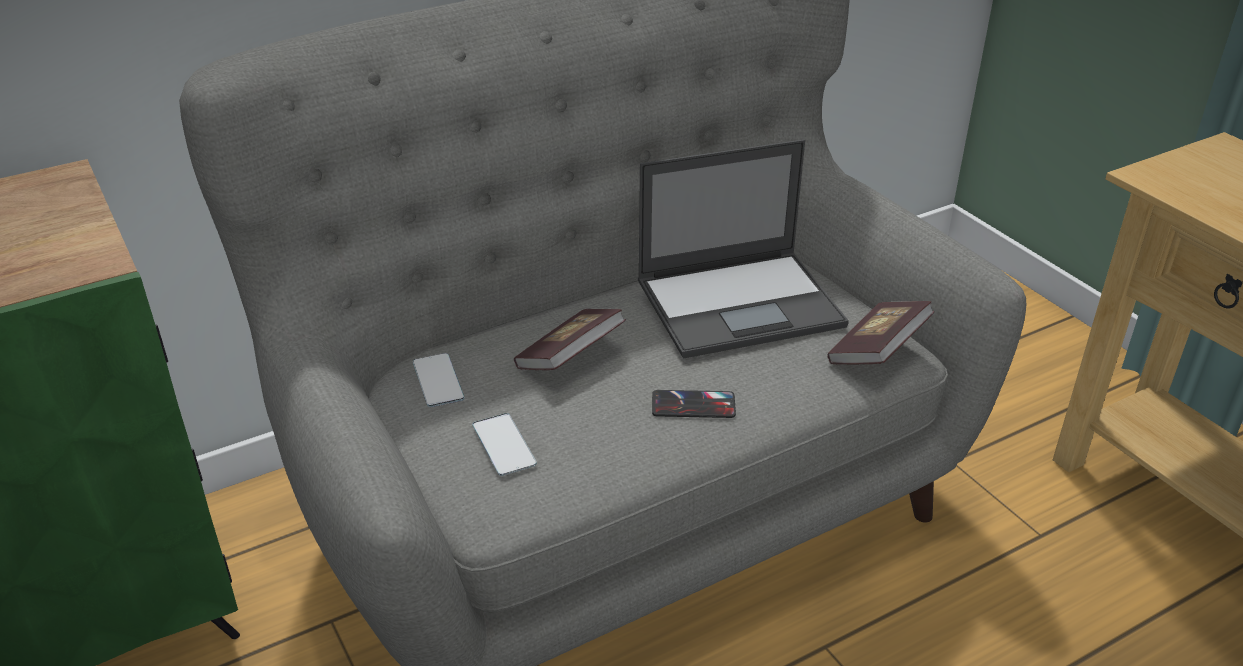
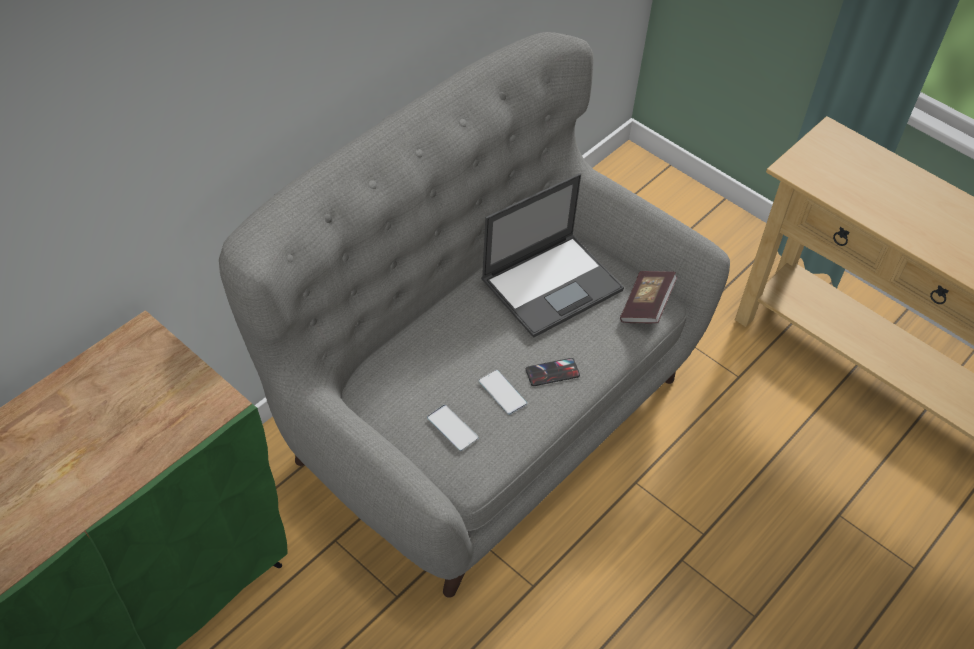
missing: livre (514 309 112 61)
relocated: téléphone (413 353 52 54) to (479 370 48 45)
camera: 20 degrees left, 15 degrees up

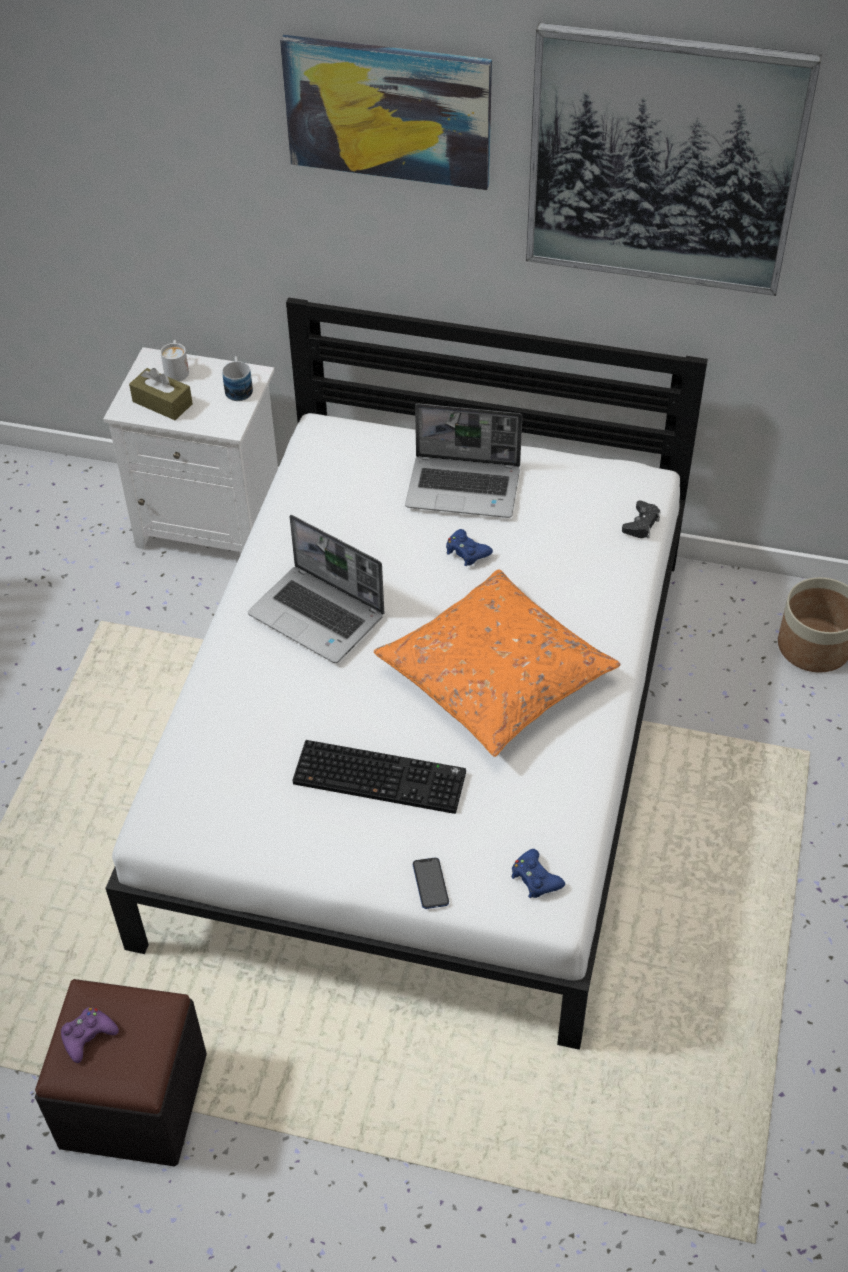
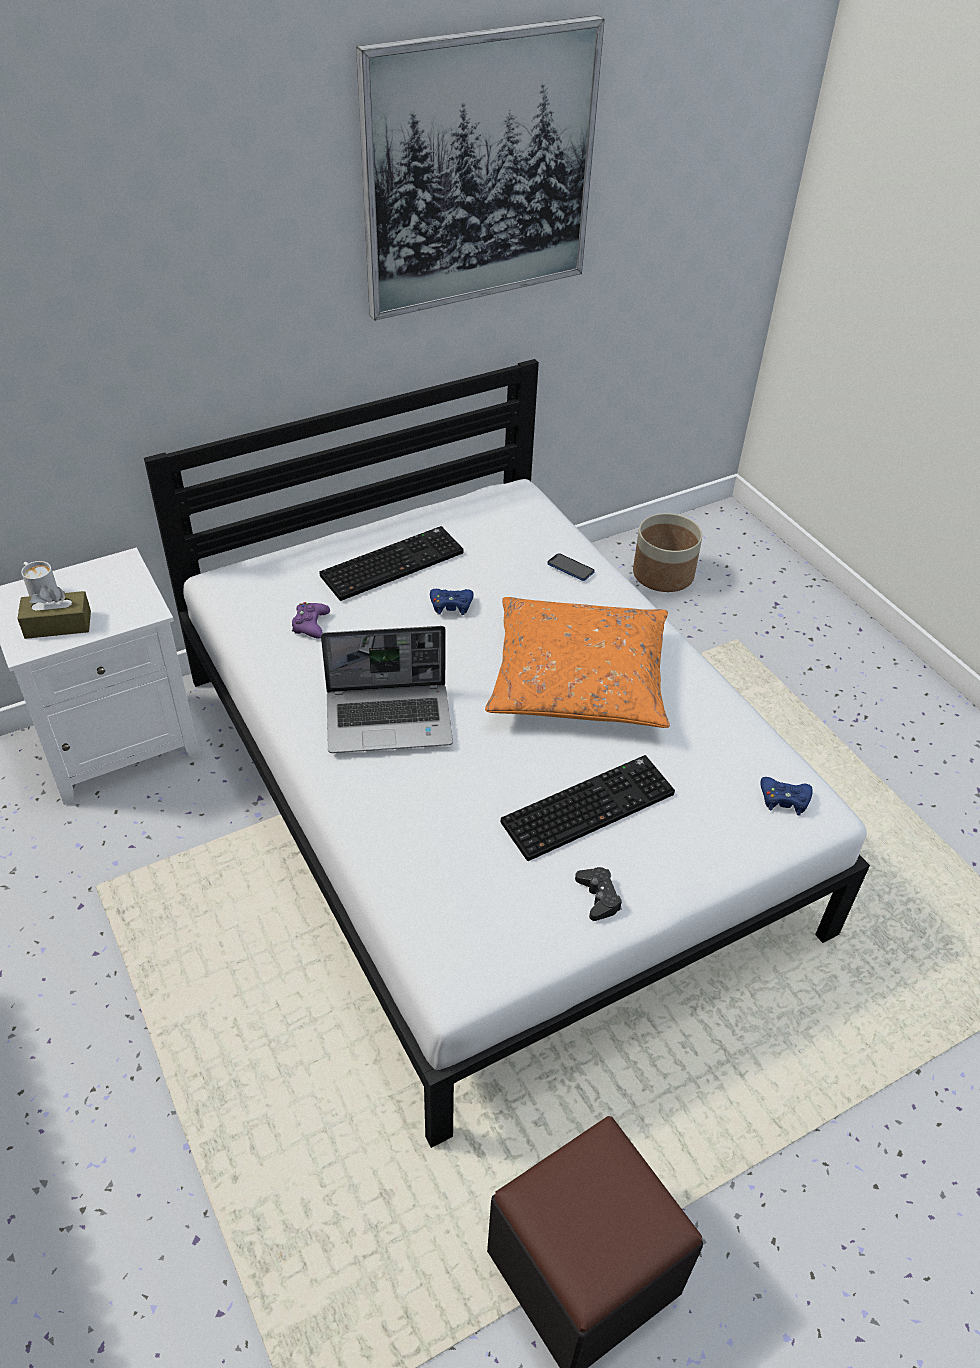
missing: mug (222 356 31 45); tableau (280 35 212 155)
relocated: manette [violet] (61 1007 58 56) to (292 602 38 37); téléphone (413 858 36 51) to (547 553 48 28); manette [noir] (622 501 38 38) to (575 867 47 54)
exchanged: ordinateur portable (405 404 117 114) to clavier (320 526 144 75)
camera: 45 degrees left, 5 degrees down

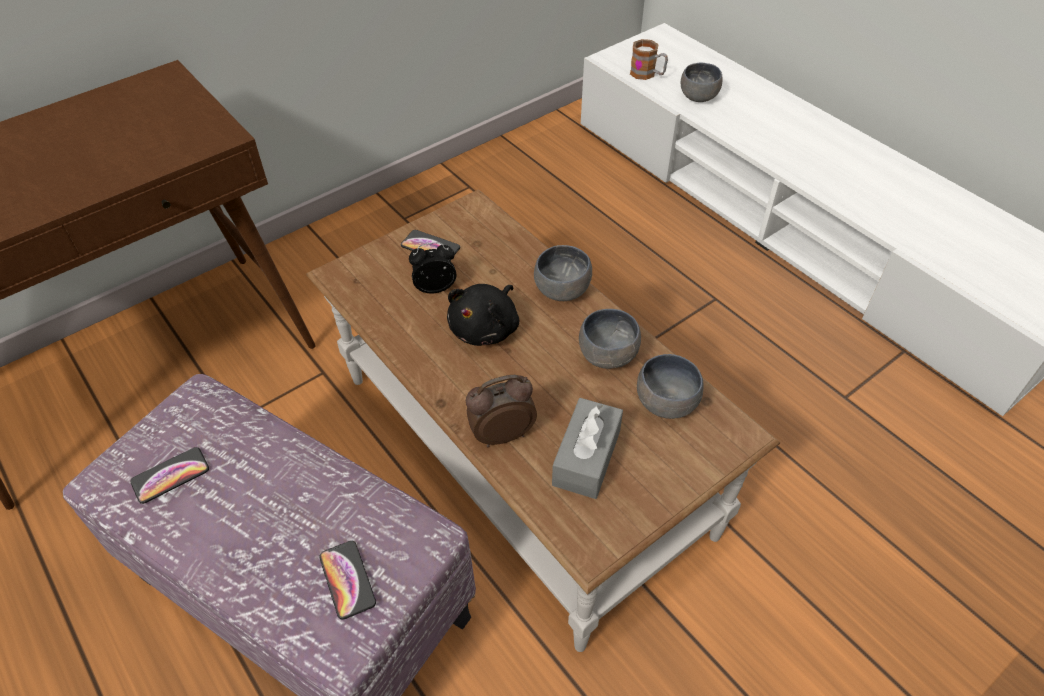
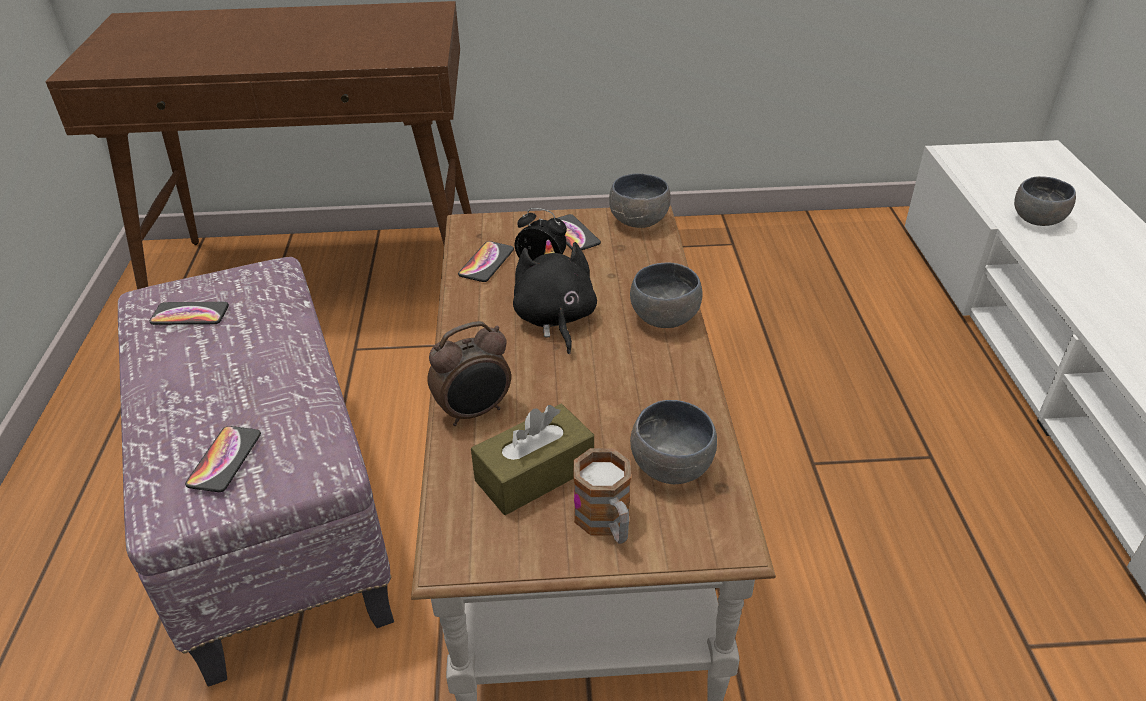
appeared: téléphone (458 241 56 41)
relocated: bol [gris] (579 309 62 60) to (609 173 62 55); mug (630 39 38 41) to (573 448 58 96)
colour: boîte à mouchoirs [gris] (552 398 71 101) to boîte à mouchoirs [marron] (471 404 123 111)
spun: peluche [noir] (447 284 72 62) = (513 239 84 115) 105 degrees clockwise; réveil (466 375 71 72) = (427 321 84 105) 135 degrees clockwise
camera: 35 degrees right, 10 degrees down

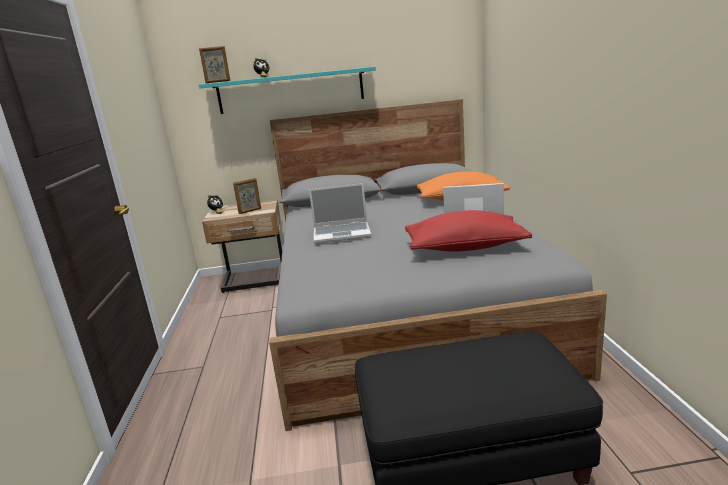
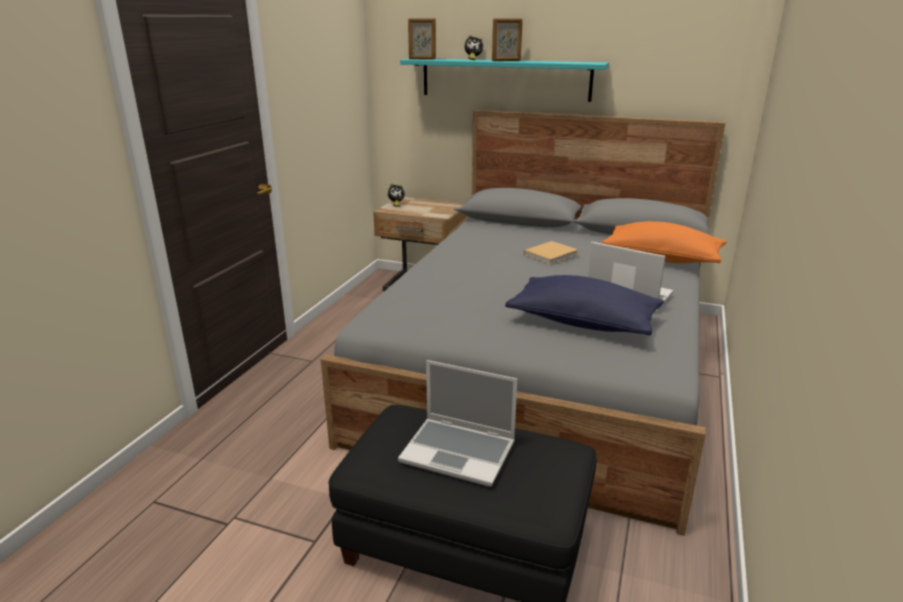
appeared: livre [beige] (524 241 54 23)
relocated: cadre photo (233 178 28 36) to (492 19 31 42); ordinateur portable (309 183 62 61) to (398 360 119 127)
colour: coussin [rouge] (405 210 127 42) to coussin [bleu] (505 275 159 60)
camera: 25 degrees right, 5 degrees up

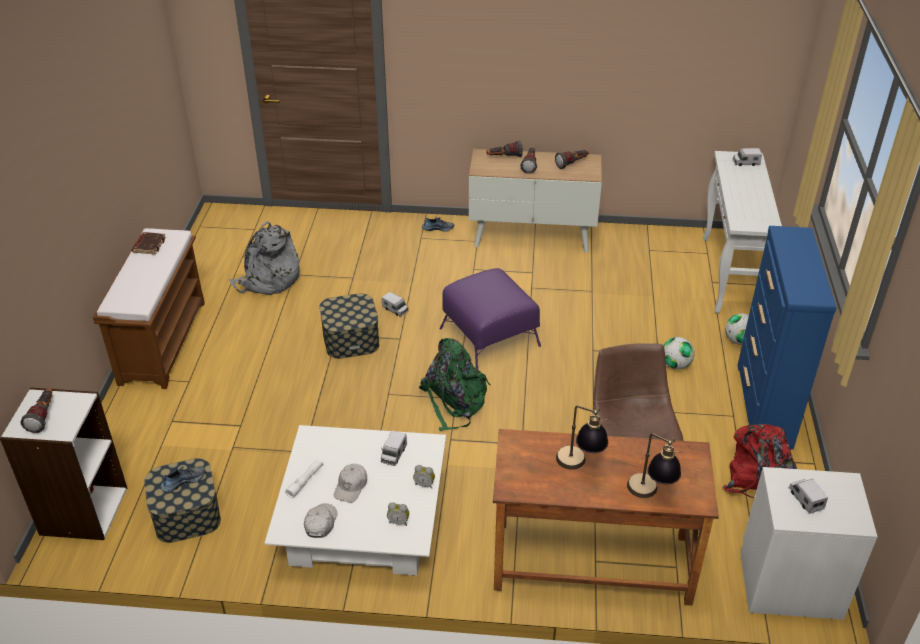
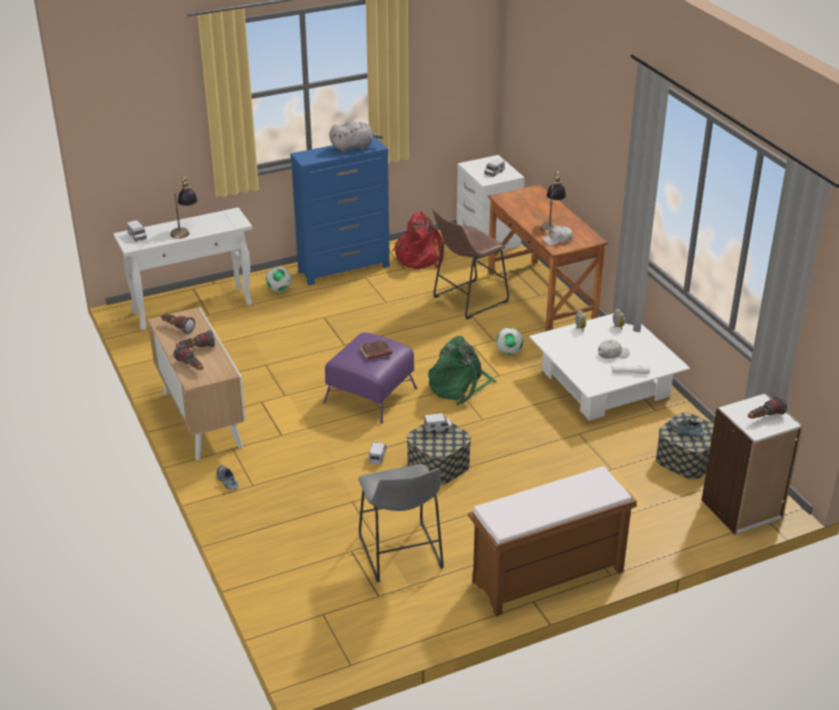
appeared: peluche [gris] (329 121 54 32)
relocated: livre [marron] (132 232 34 23) to (360 340 32 20); casquette [blanc] (304 503 34 35) to (542 226 30 20); camion jouet (381 430 26 36) to (424 413 28 20); lampe de table (627 433 55 65) to (170 177 28 62); ballon de foot (663 337 32 32) to (496 327 27 28)
exchanged: sac à dos [gris] (229 221 71 74) to tabouret [gris] (358 464 86 118)
camera: 120 degrees left, 5 degrees down

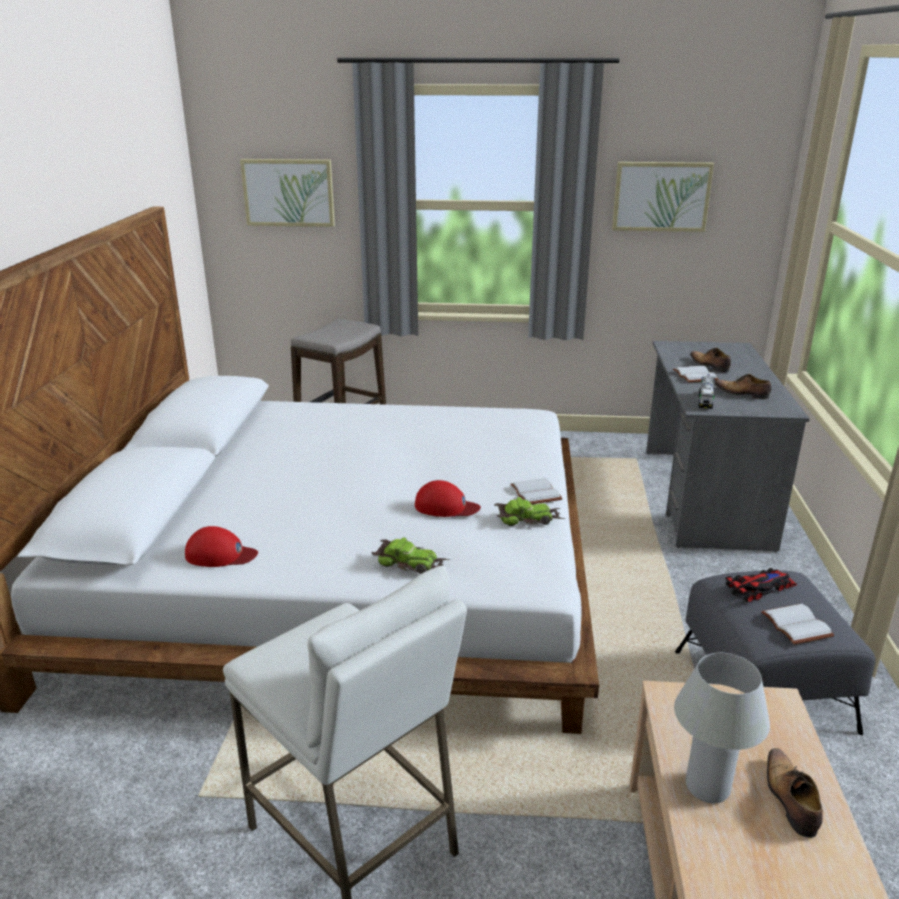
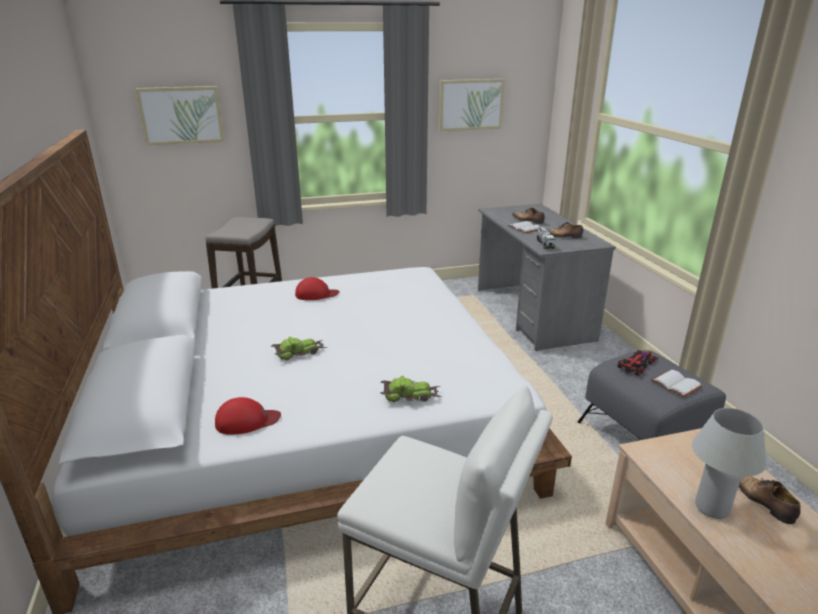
missing: livre [blanc] (511 478 51 26)
relocated: casquette [rouge] (415 480 66 37) to (295 277 45 23); petite voiture (494 497 71 29) to (271 337 56 23)
camera: 20 degrees left, 0 degrees up

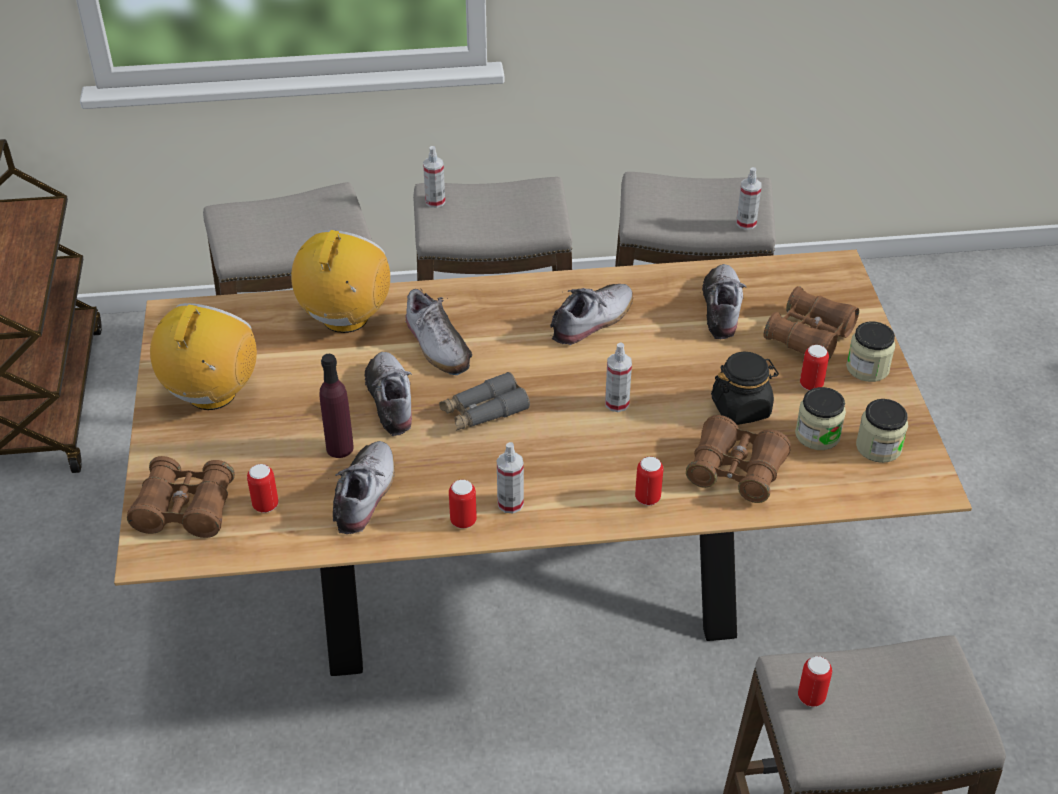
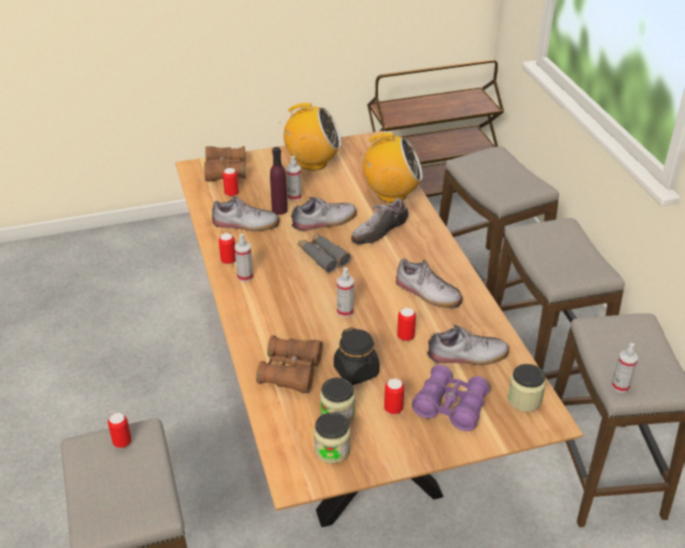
relocated: vaporisateur (423 146 22 62) to (286 156 16 45); boîte métallique (635 457 28 48) to (397 308 19 33); bocal (846 321 49 61) to (508 364 38 48)
colour: jumelles [marron] (763 286 96 75) to jumelles [violet] (411 365 80 66)
camera: 80 degrees right, 5 degrees down

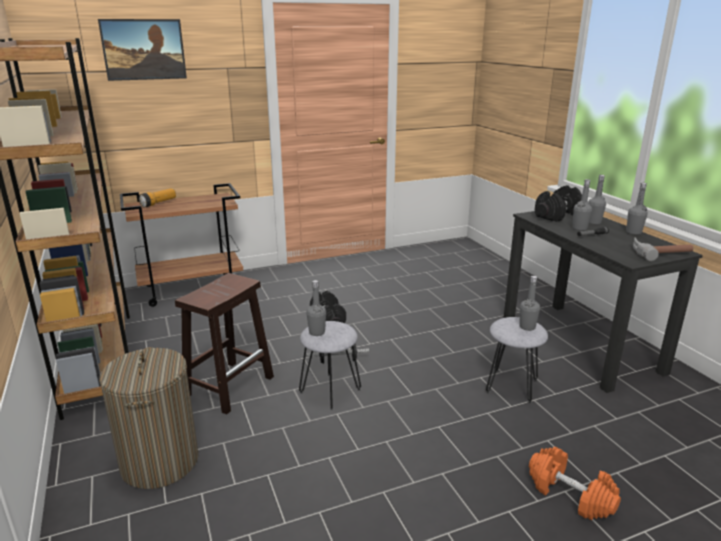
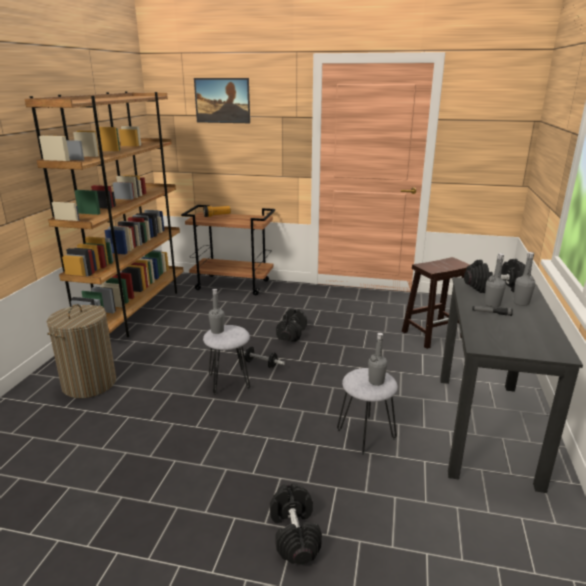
missing: bouteille [gris] (626 183 22 52); marteau (633 237 61 24)
relocated: tabouret [marron] (175 273 99 142) to (402 257 68 92)
colour: haltère [orange] (529 447 92 73) to haltère [noir] (270 483 52 82)
camera: 35 degrees right, 0 degrees up

